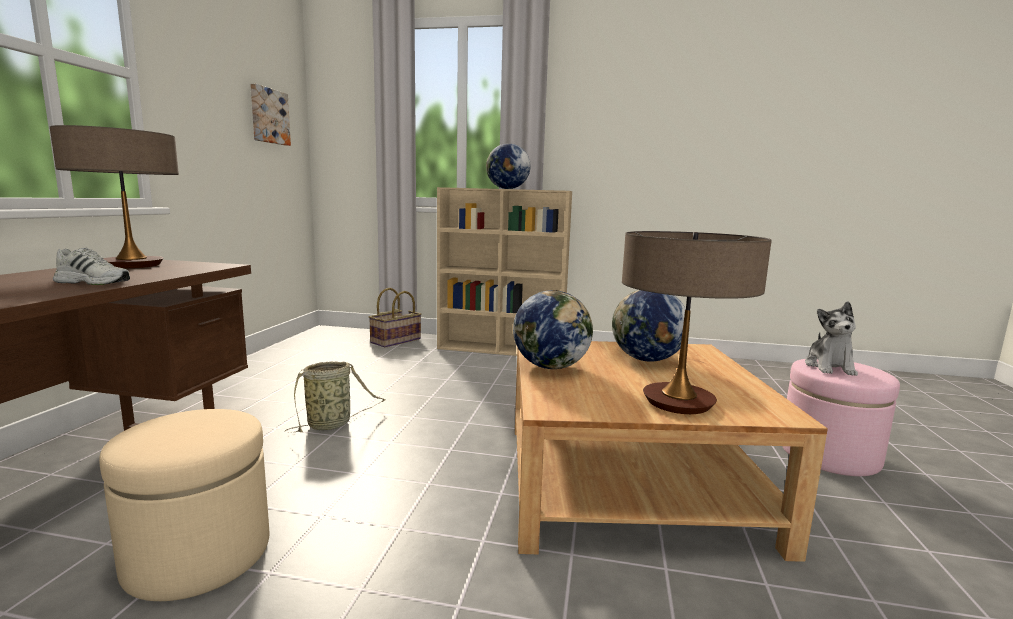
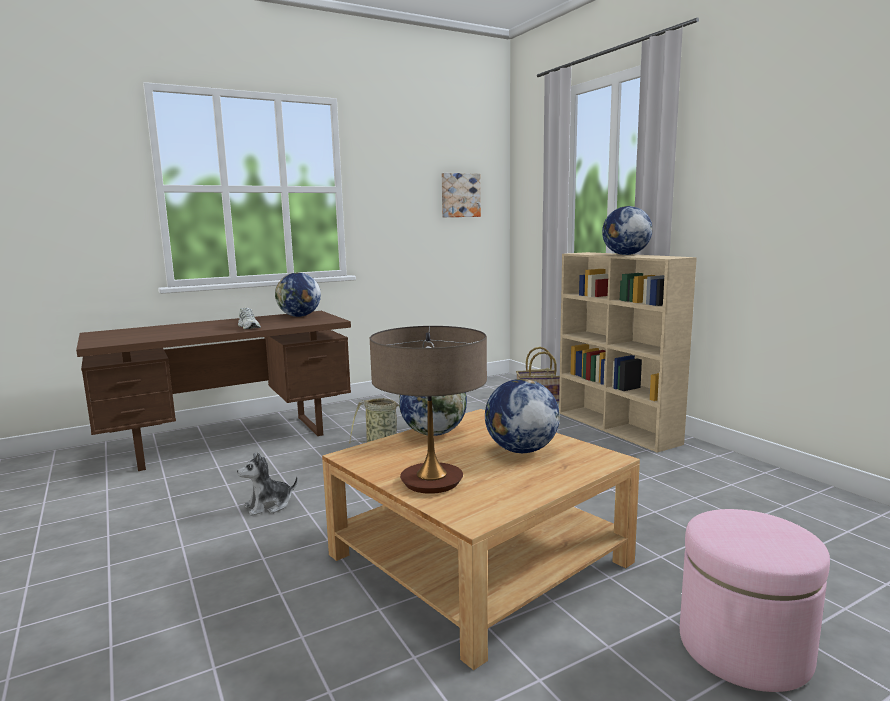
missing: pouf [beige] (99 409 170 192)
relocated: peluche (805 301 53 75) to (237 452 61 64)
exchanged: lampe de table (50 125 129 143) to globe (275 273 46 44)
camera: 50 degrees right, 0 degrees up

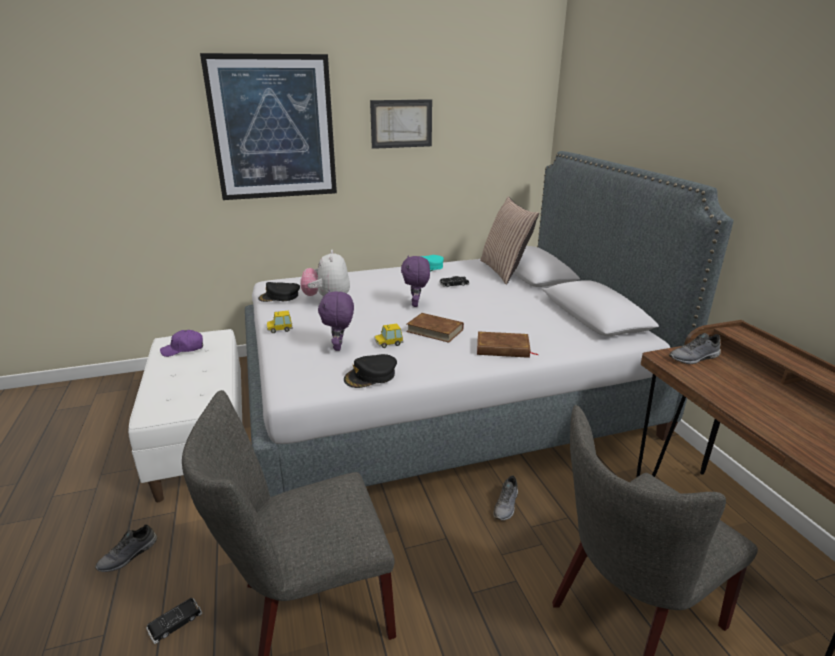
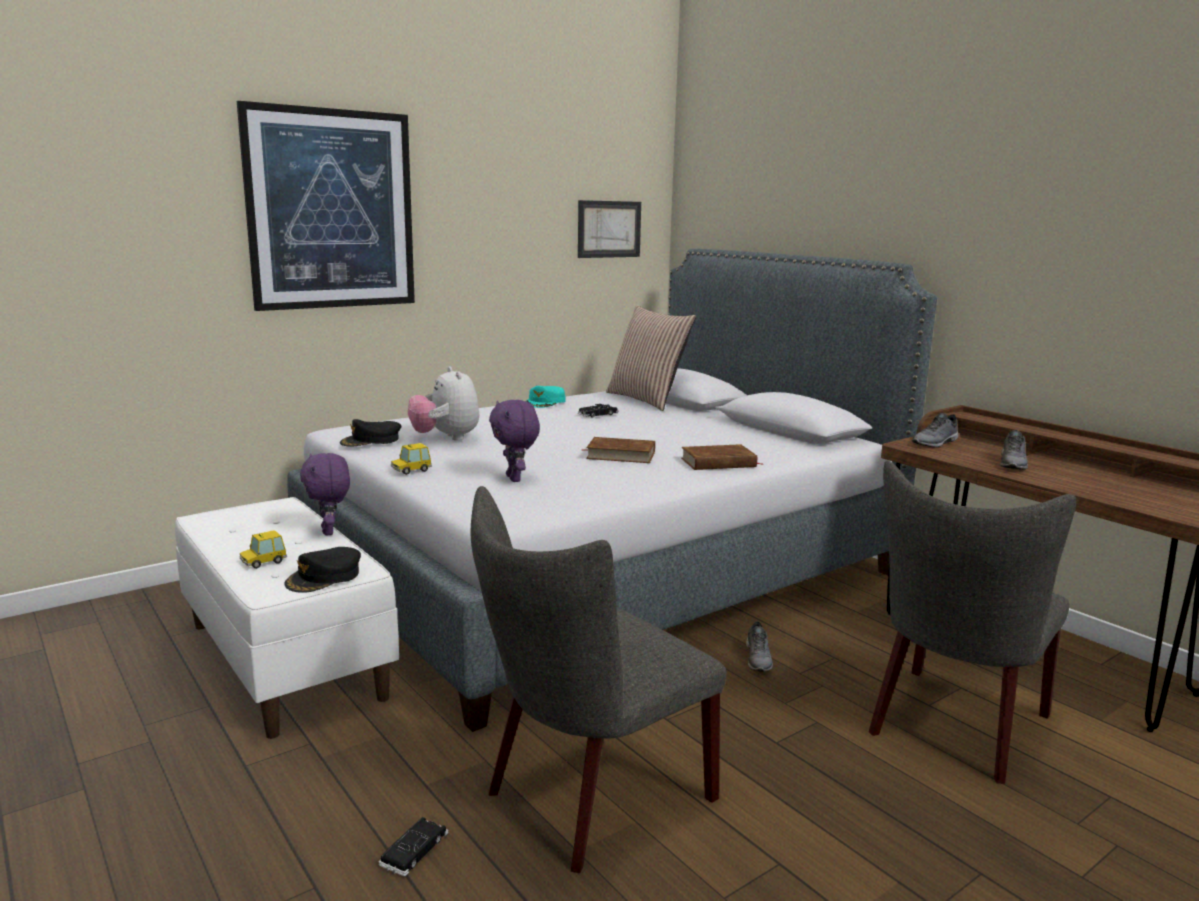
missing: casquette [violet] (160 330 43 27)
relocated: chaussure [gris] (95 524 62 48) to (1000 430 28 40); casquette [noir] (344 354 53 34) to (284 547 77 46); tableau (370 99 62 50) to (578 200 63 58); petite voiture (375 323 28 25) to (240 530 47 39); peluche [violet] (401 255 29 52) to (300 453 50 83)
camera: 20 degrees left, 10 degrees down

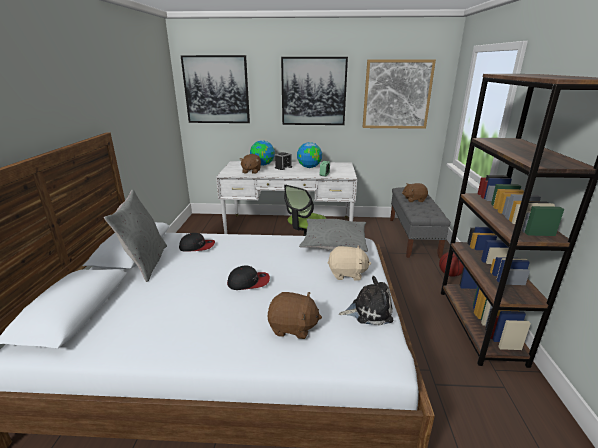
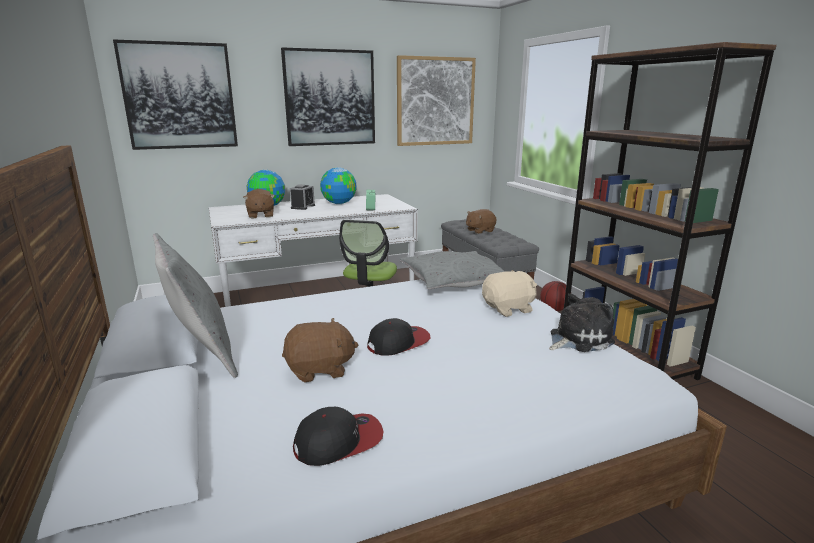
relocated: casquette (179 233 36 19) to (293 407 91 59); peluche [marron] (268 292 54 47) to (282 318 77 64)
camera: 25 degrees left, 5 degrees down

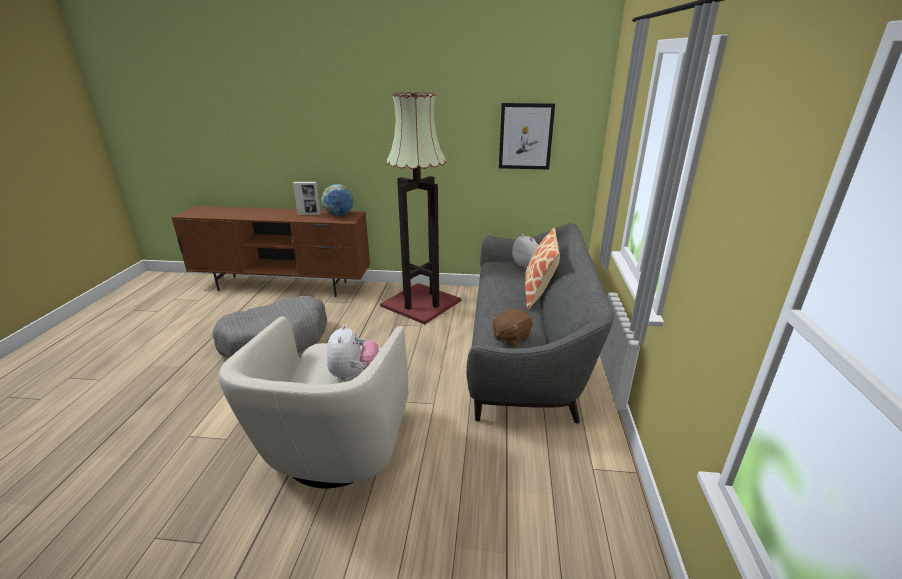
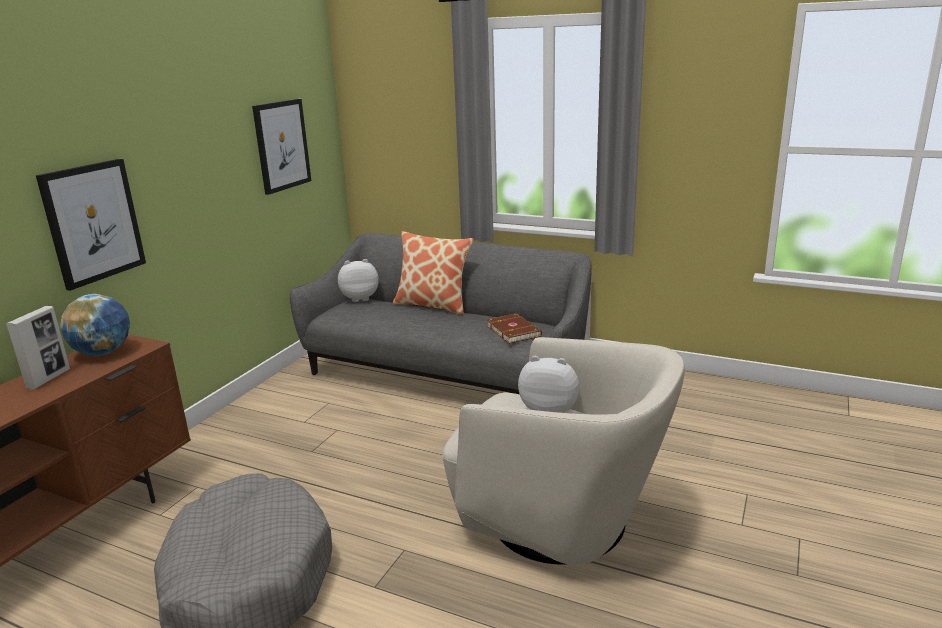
missing: lampadaire (380 92 81 232)
appeared: tableau (36 159 110 132)
exchanged: peluche [marron] (492 309 41 38) to livre [marron] (486 313 56 31)
camera: 70 degrees left, 5 degrees down

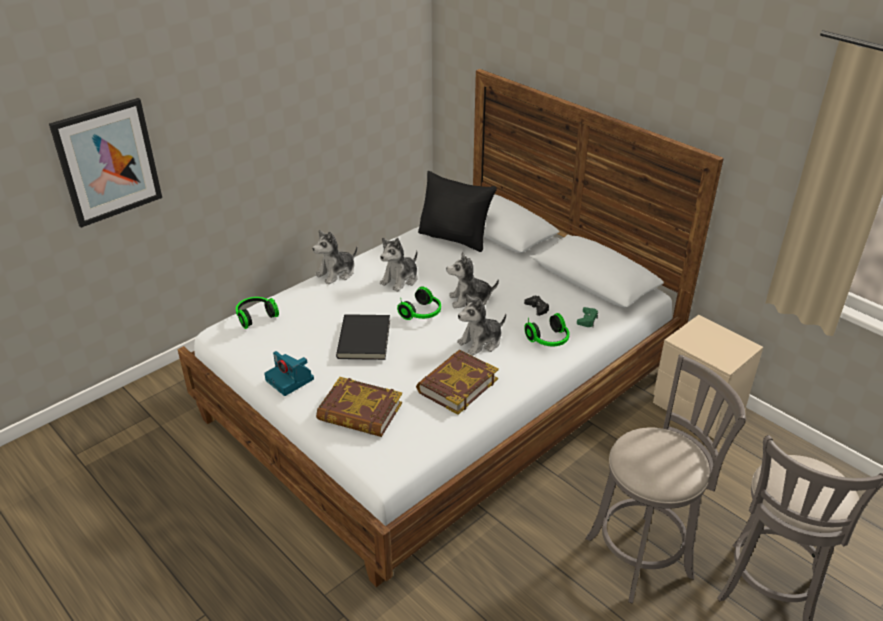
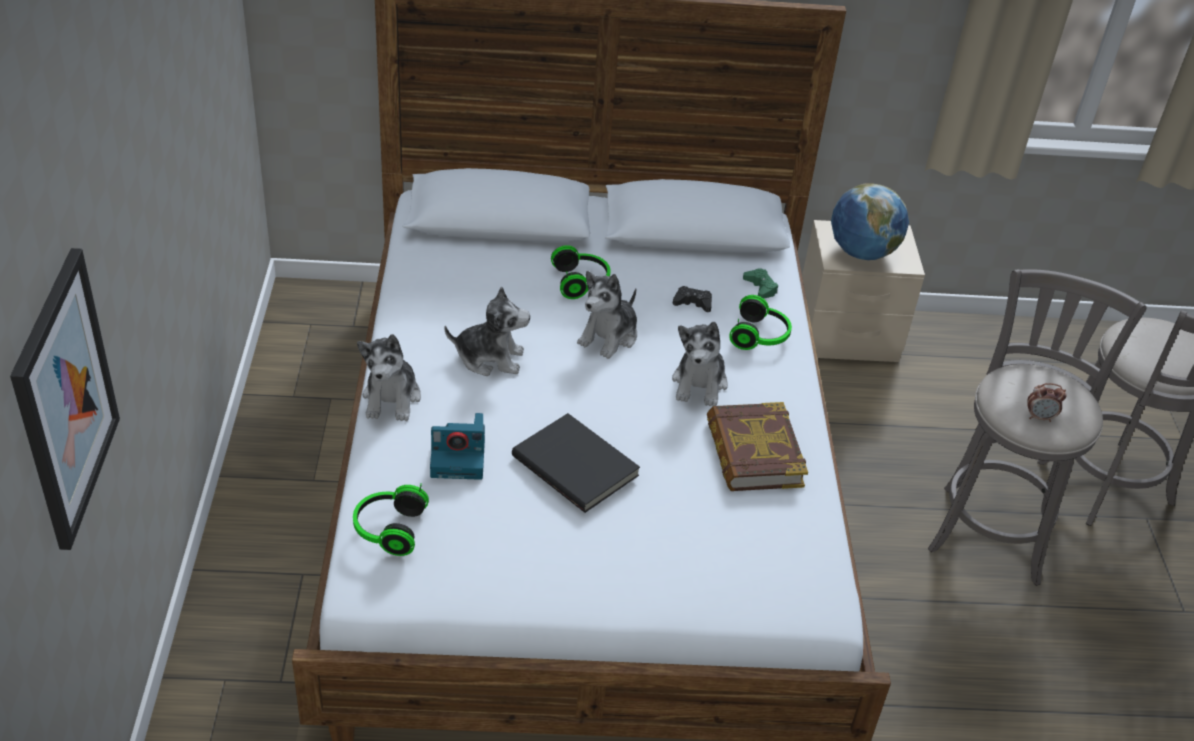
missing: livre (316 377 86 60); coussin [noir] (418 171 79 81)
appeared: globe (831 183 78 77); réveil (1027 383 40 39)
relocated: appareil photo (264 351 50 45) to (430 413 55 67); casque audio (397 286 44 34) to (551 245 60 54)
spun: peluche (380 238 38 54) = (444 287 86 89) 75 degrees counterclockwise
camera: 50 degrees left, 5 degrees up

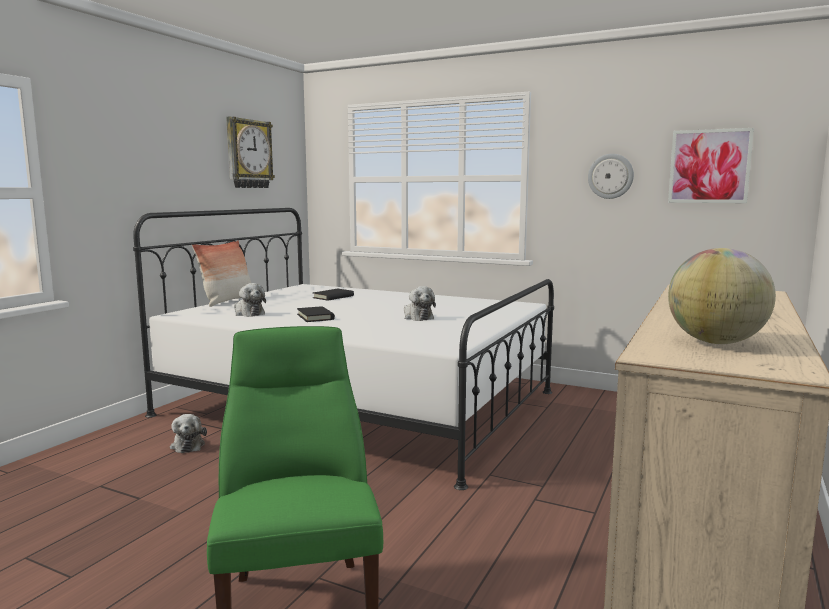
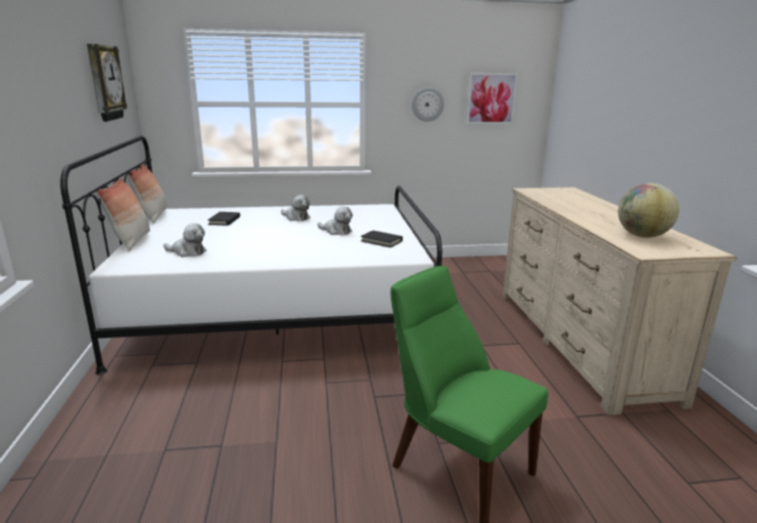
appeared: coussin (126 164 40 59)
relocated: peluche (170 414 37 39) to (281 195 29 26); livre [noir] (297 306 38 16) to (361 230 42 18)
camera: 35 degrees left, 10 degrees up

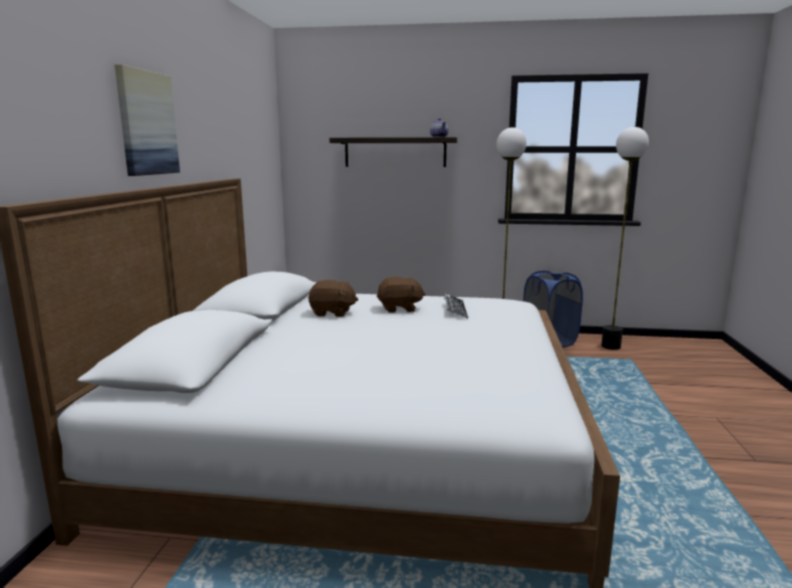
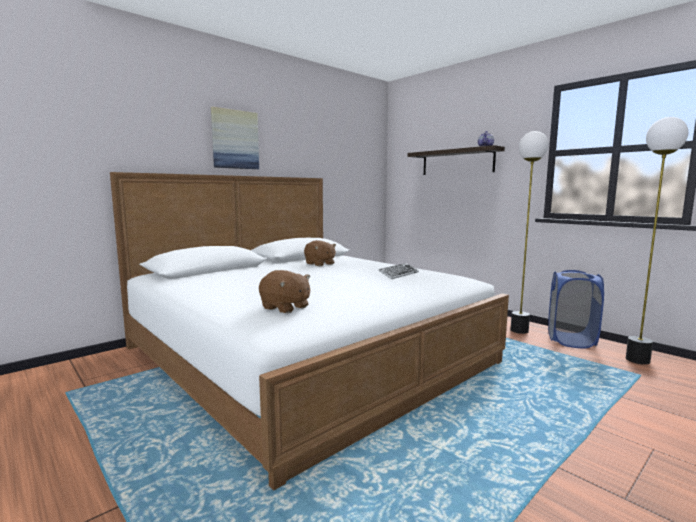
relocated: peluche [marron] (377 277 49 36) to (259 270 51 43)
camera: 40 degrees right, 5 degrees down

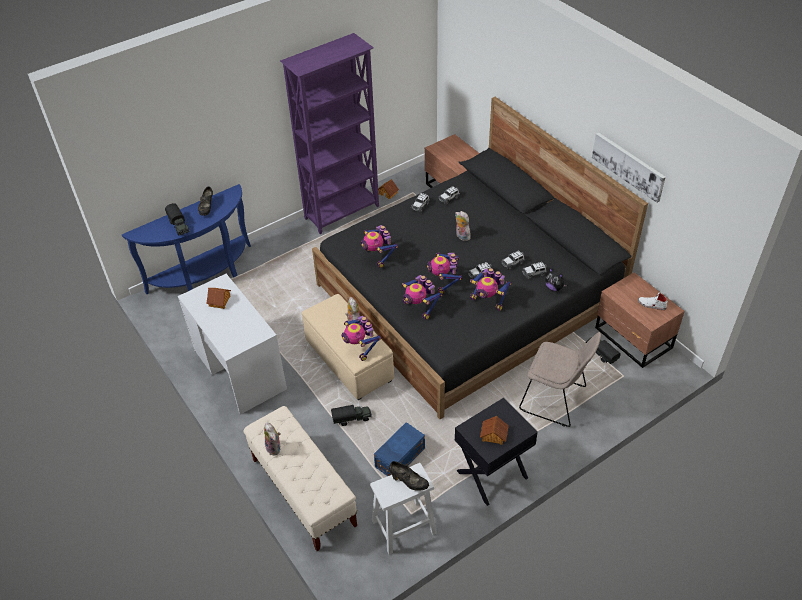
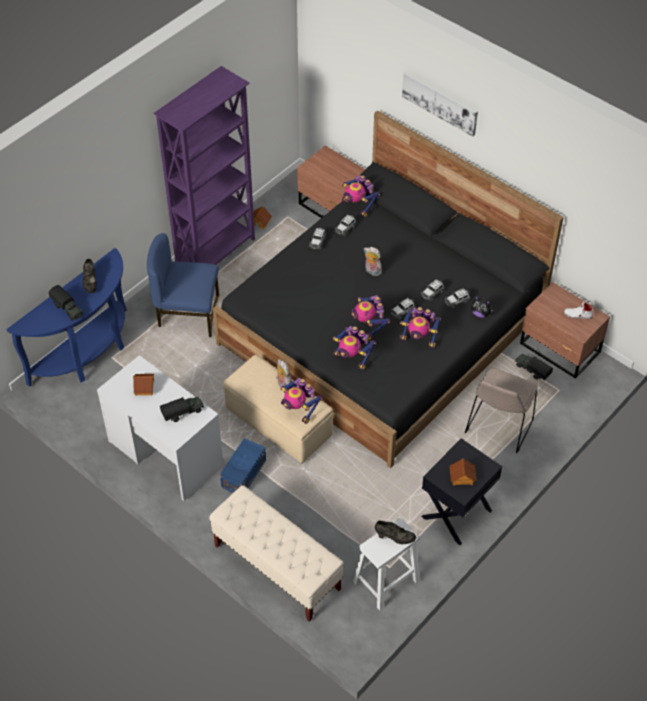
missing: peluche (264 422 17 33)
appeared: chaise [bleu] (147 233 72 104)
relocated: camion jouet (331 405 41 21) to (160 397 44 25); robot jouet (361 225 37 43) to (342 175 38 43); boîte de rangement [bleu] (374 422 51 54) to (220 438 46 55); tableau (592 132 74 71) to (402 72 76 65)
spun: chaise [beige] (519 332 82 95) = (465 368 72 85) 105 degrees clockwise
camera: 15 degrees left, 5 degrees up

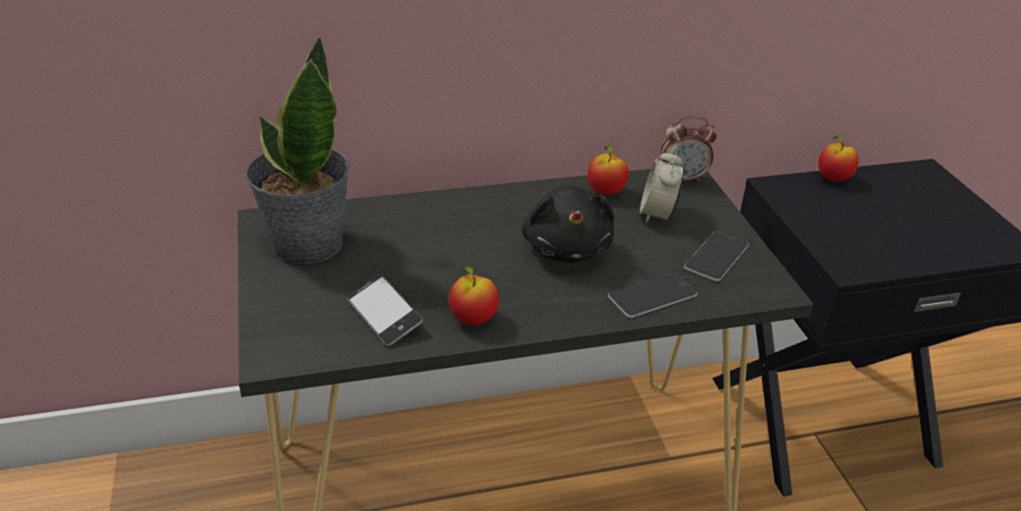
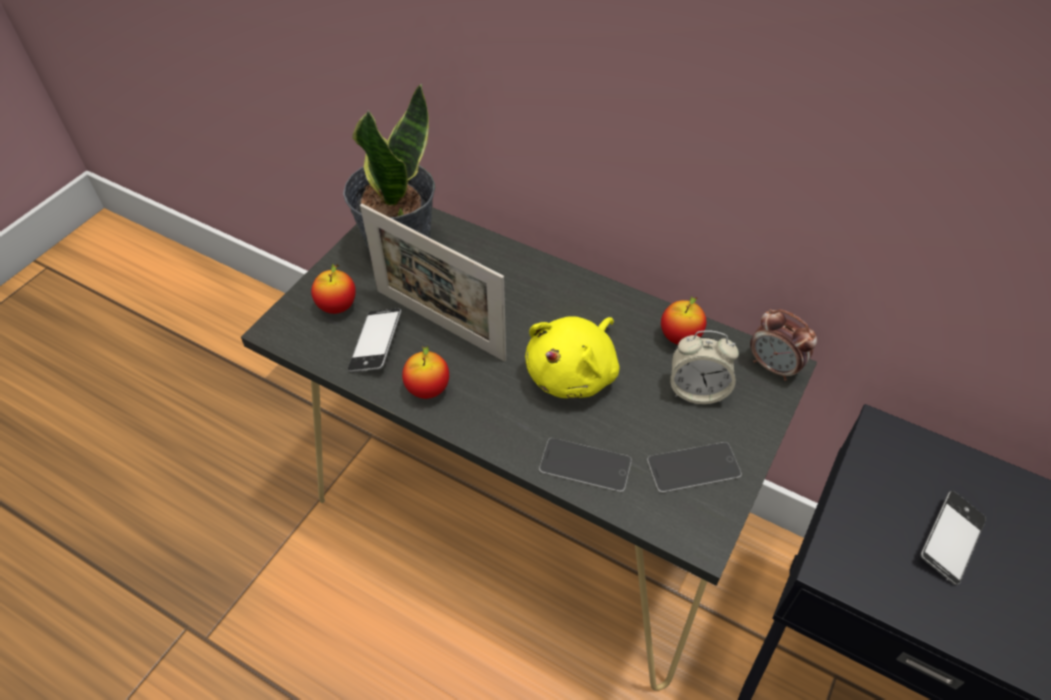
appeared: cadre photo (360 204 146 157); téléphone (920 491 66 94)
relocated: pomme (818 135 41 47) to (311 264 45 50)
colour: peluche [noir] (522 185 92 78) to peluche [jaune] (525 316 94 82)
spun: réveil (640 147 44 77) = (670 330 69 74) 135 degrees counterclockwise
camera: 45 degrees right, 15 degrees up

